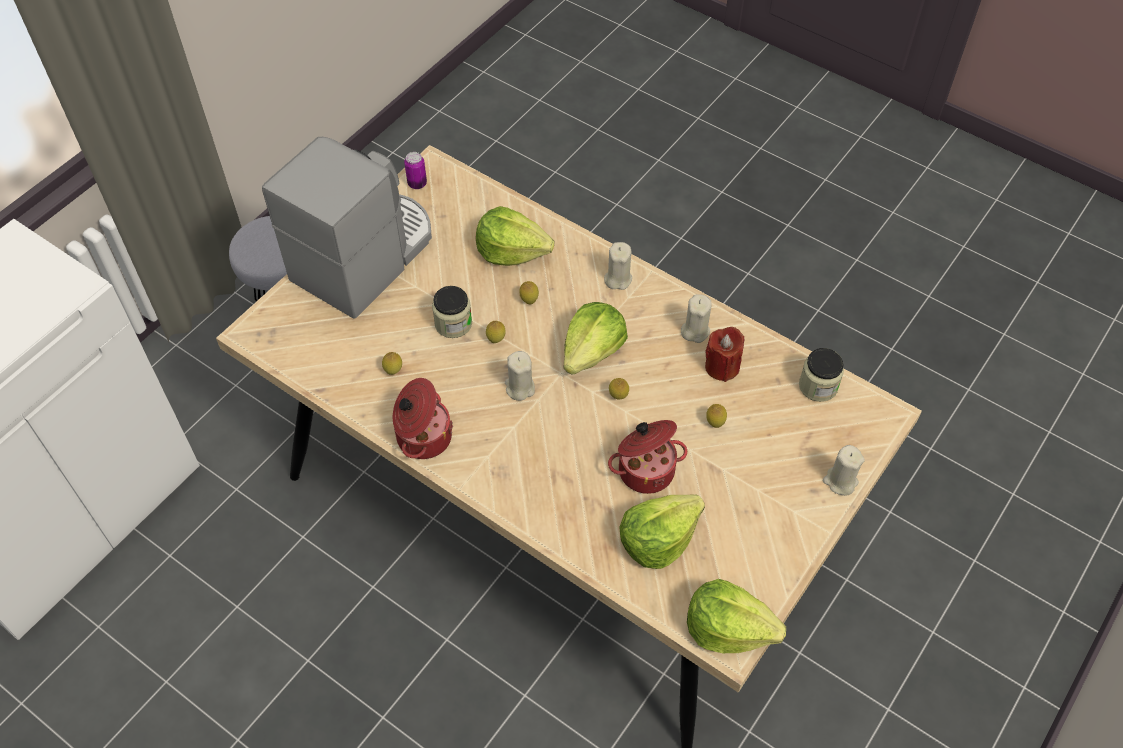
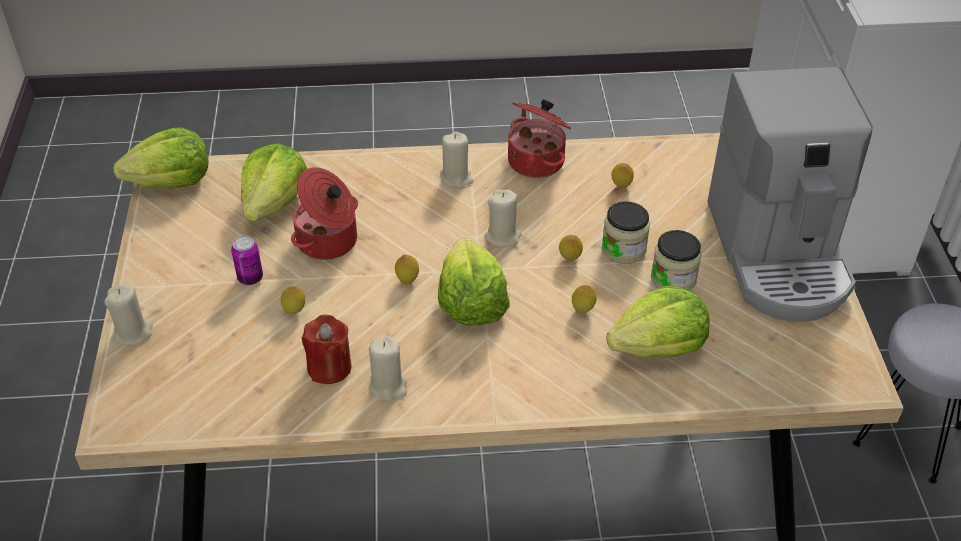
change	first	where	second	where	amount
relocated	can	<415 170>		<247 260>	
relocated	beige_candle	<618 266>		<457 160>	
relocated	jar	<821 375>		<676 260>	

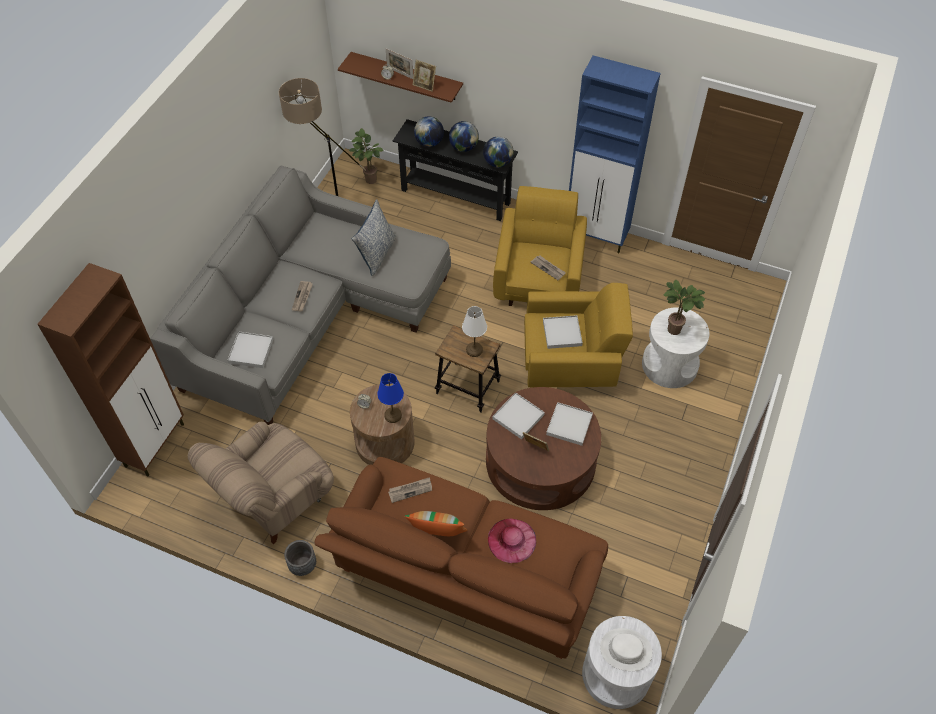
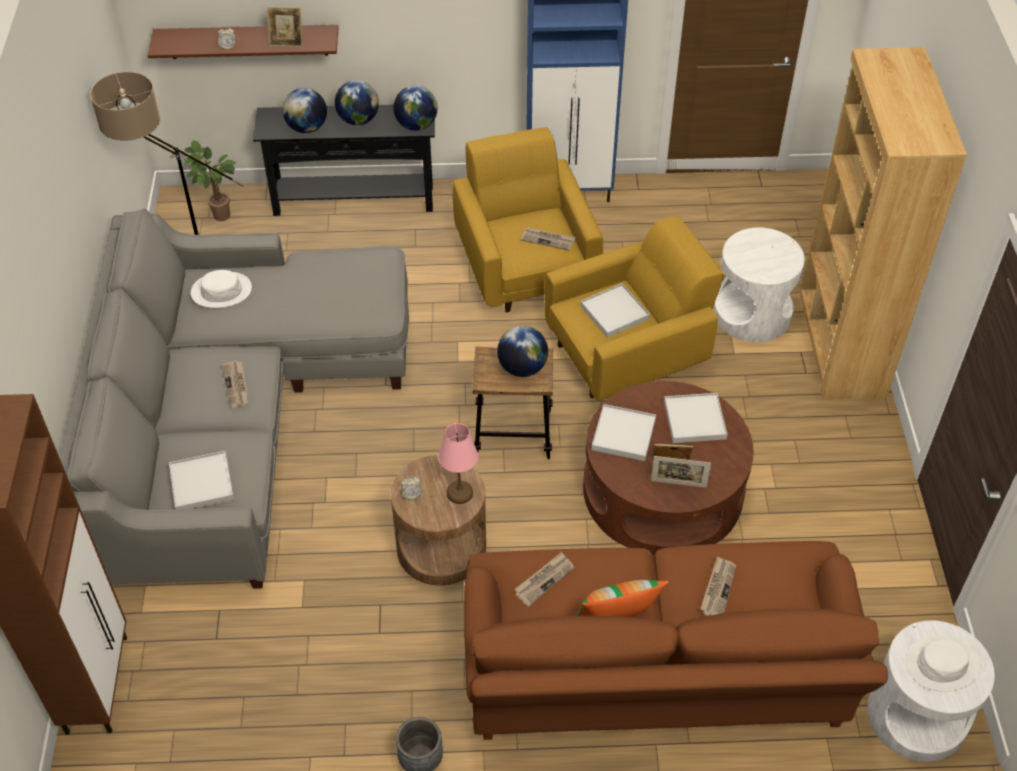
change	first	where	second	where	amount
relocated	picture_frame	<400 63>		<681 472>	
missing	pillow	<374 237>			
missing	potted_plant	<684 307>			
exchanged	white_table_lamp	<474 331>	globe	<522 351>	
colour	blue_table_lamp	<390 398>	pink_table_lamp	<458 463>	
missing	beige_armchair	<261 483>			
exchanged	pink_hat	<512 541>	newspaper	<718 586>	
appeared			brown_bookcase	<883 223>	
appeared			white_hat	<221 289>	

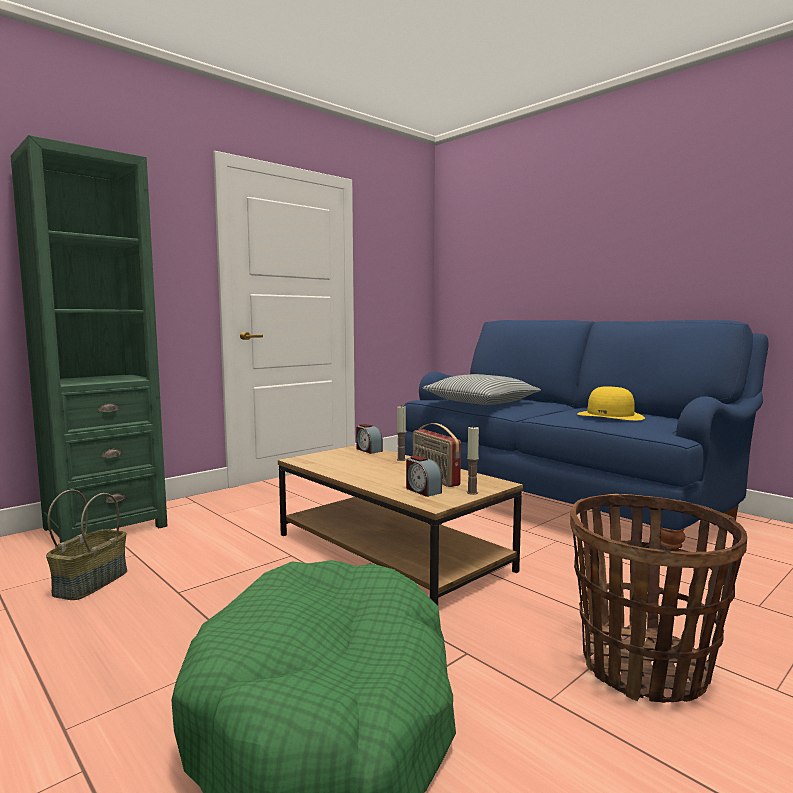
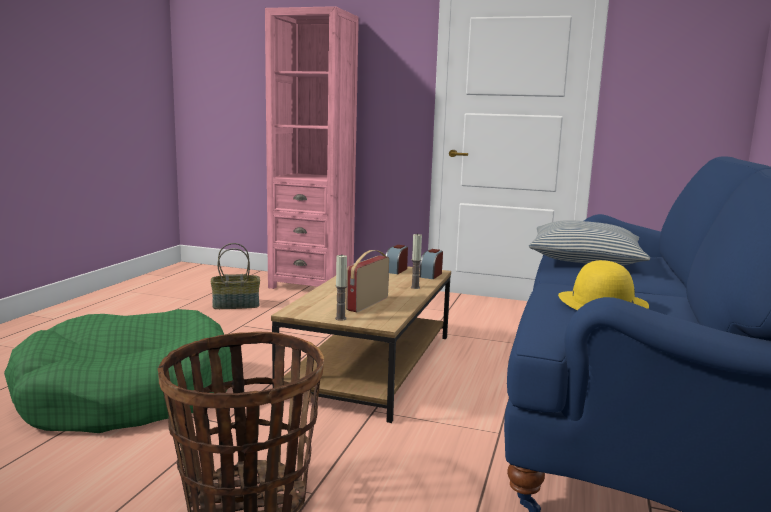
change	first	where	second	where	amount
colour	green_bookcase	<89 339>	pink_bookcase	<312 147>	
relocated	alarm_clock	<424 476>		<397 259>	

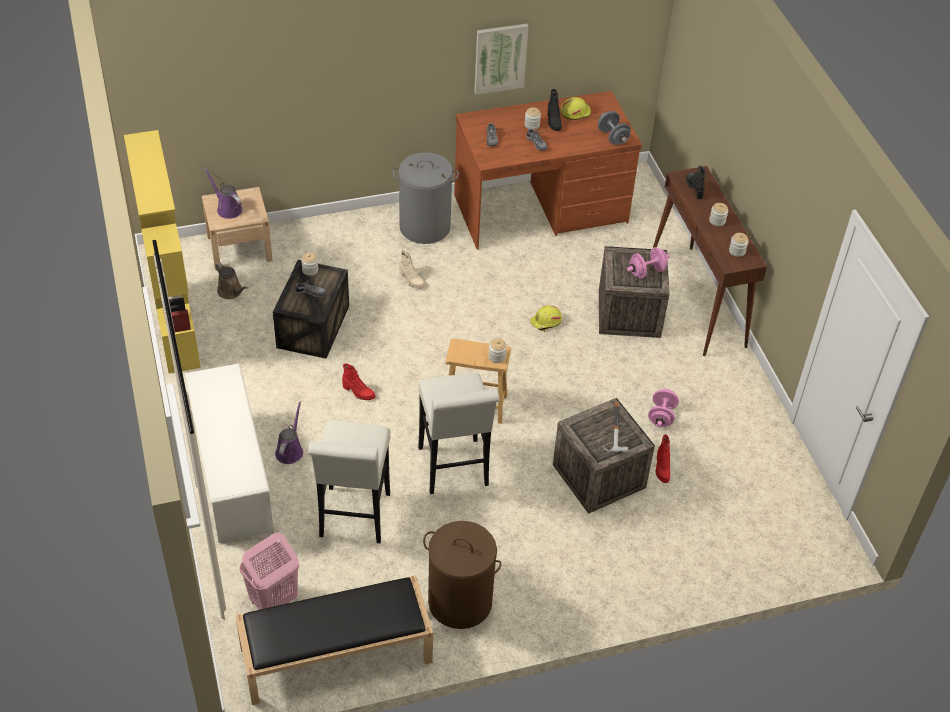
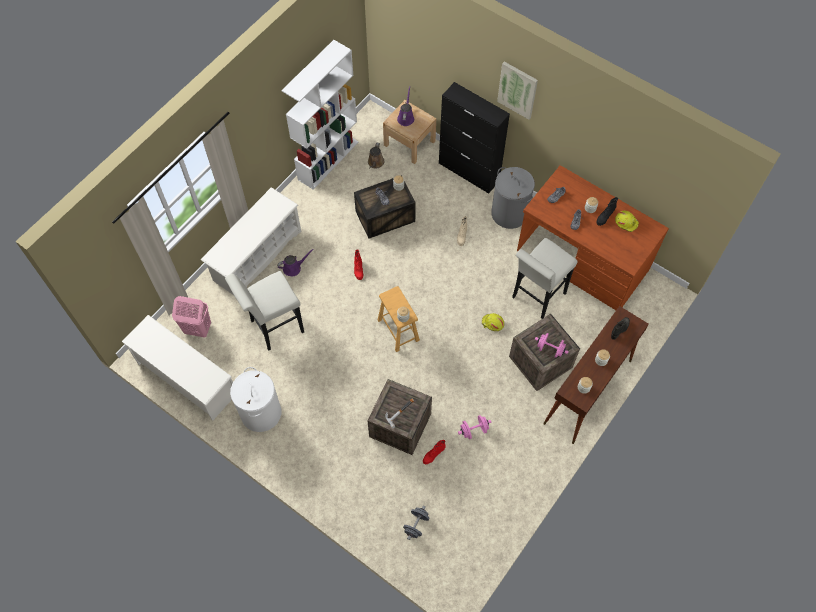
change	first	where	second	where	amount
relocated	picture	<501 59>		<517 91>	
relocated	grey_dumbbell	<614 128>		<416 523>	
colour	yellow_bookcase	<162 252>	white_bookcase	<320 115>	
relocated	white_stool	<459 433>		<545 278>	
colour	brown_laundry_basket	<462 575>	white_laundry_basket	<255 399>	
exchanged	black_bench	<334 640>	white_shoe_rack	<177 368>	
appeared			black_cabinet	<474 137>	

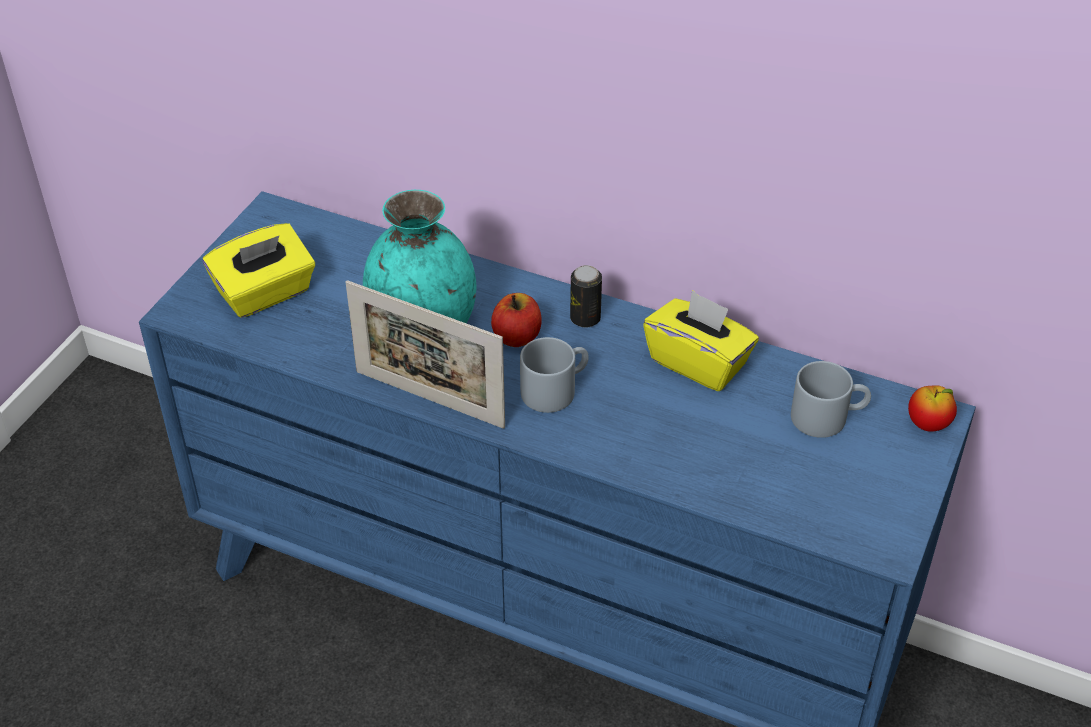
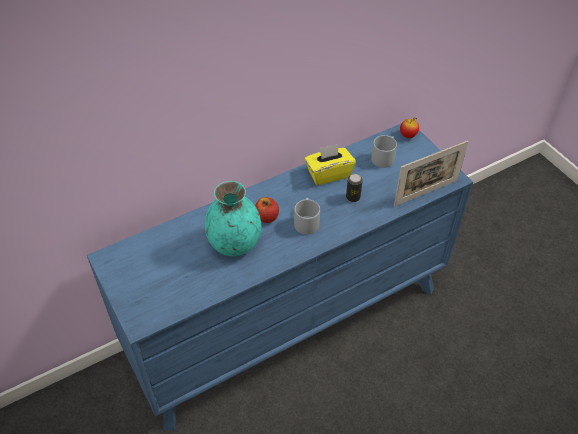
change	first	where	second	where	amount
missing	yellow_tissue_box	<259 270>			
relocated	can	<586 296>		<354 188>	
relocated	picture_frame	<425 354>		<431 173>	

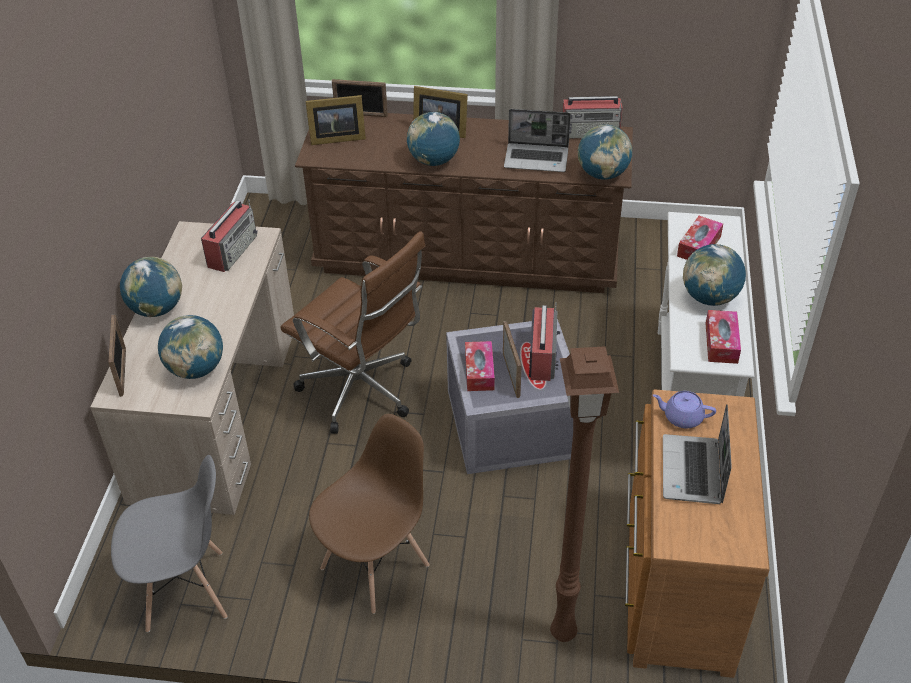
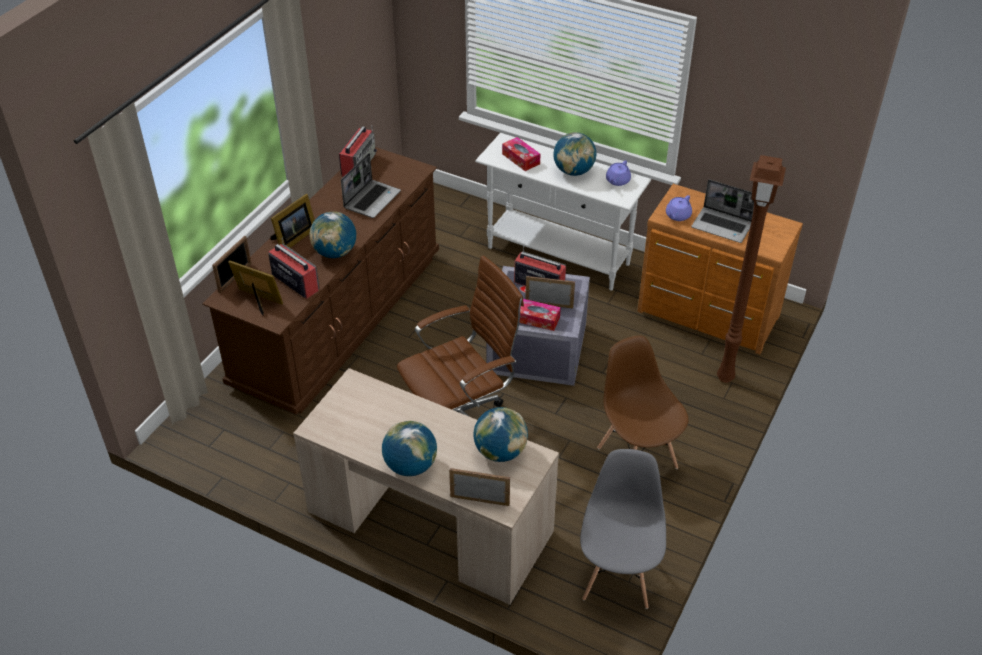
change	first	where	second	where	amount
spun	picture_frame	<335 120>		<255 288>	75 degrees counterclockwise
missing	globe	<605 152>			
relocated	radio	<229 235>		<294 268>	
exchanged	tissue_box	<723 337>	purple_teapot	<618 173>	

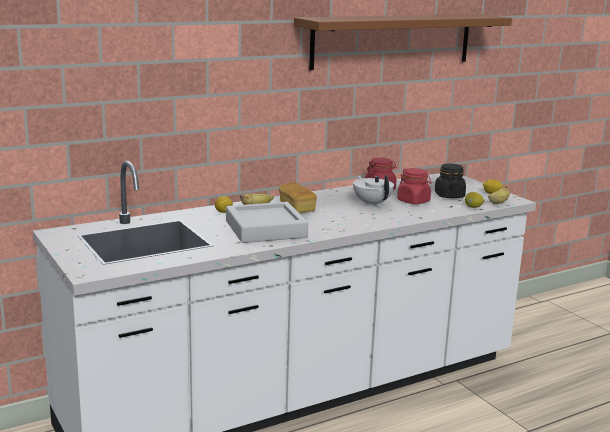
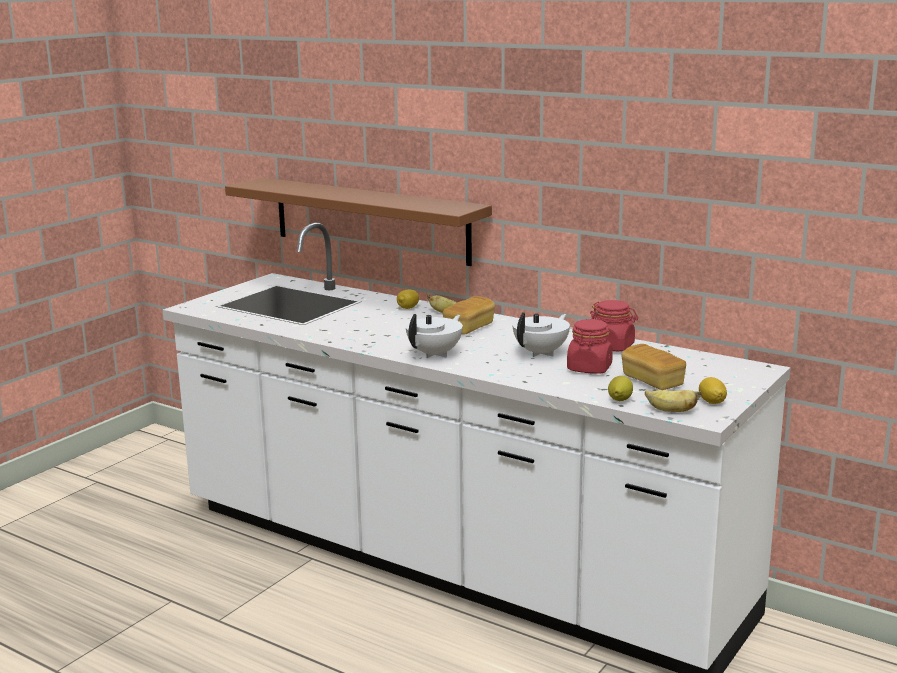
change	first	where	second	where	amount
relocated	brown_shelf	<403 42>		<358 222>	
exchanged	black_jar	<450 180>	bread	<653 367>	
missing	grey_tray	<267 222>			
appeared			white_teapot	<434 336>	

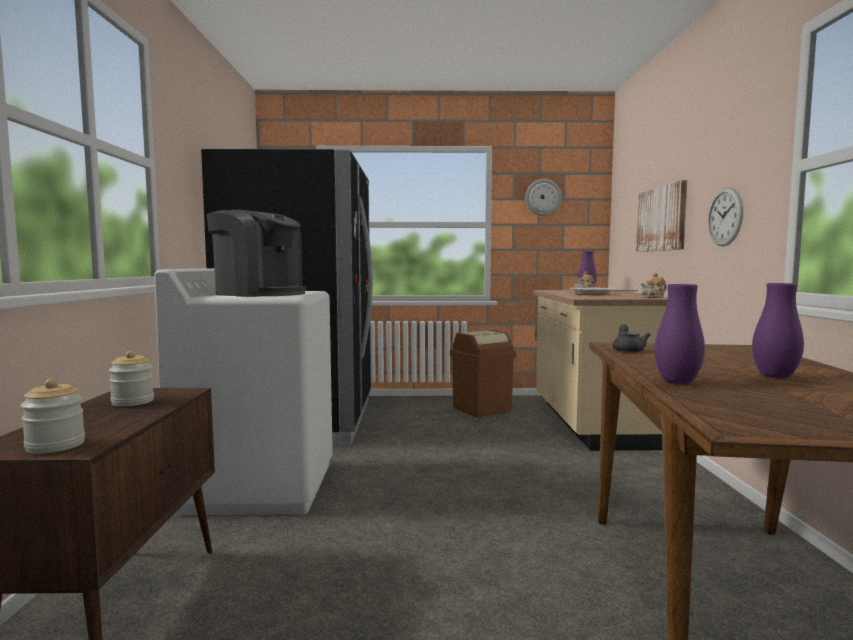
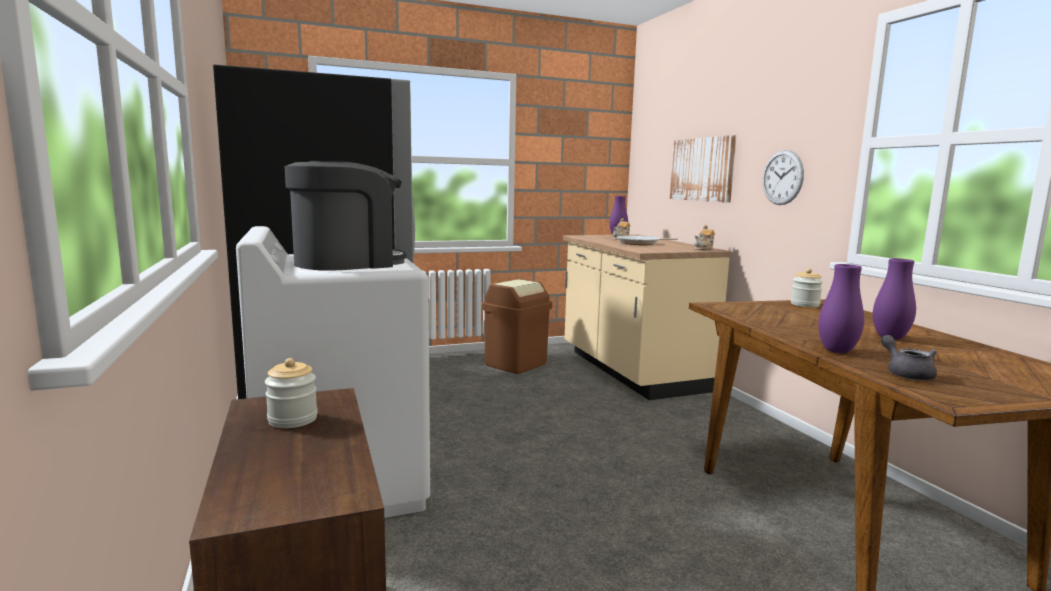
change	first	where	second	where	amount
missing	wall_clock	<543 197>			
spun	coffee_machine	<256 253>		<346 216>	45 degrees counterclockwise
relocated	grey_teapot	<631 338>		<909 357>	
relocated	jar	<52 416>		<807 287>	

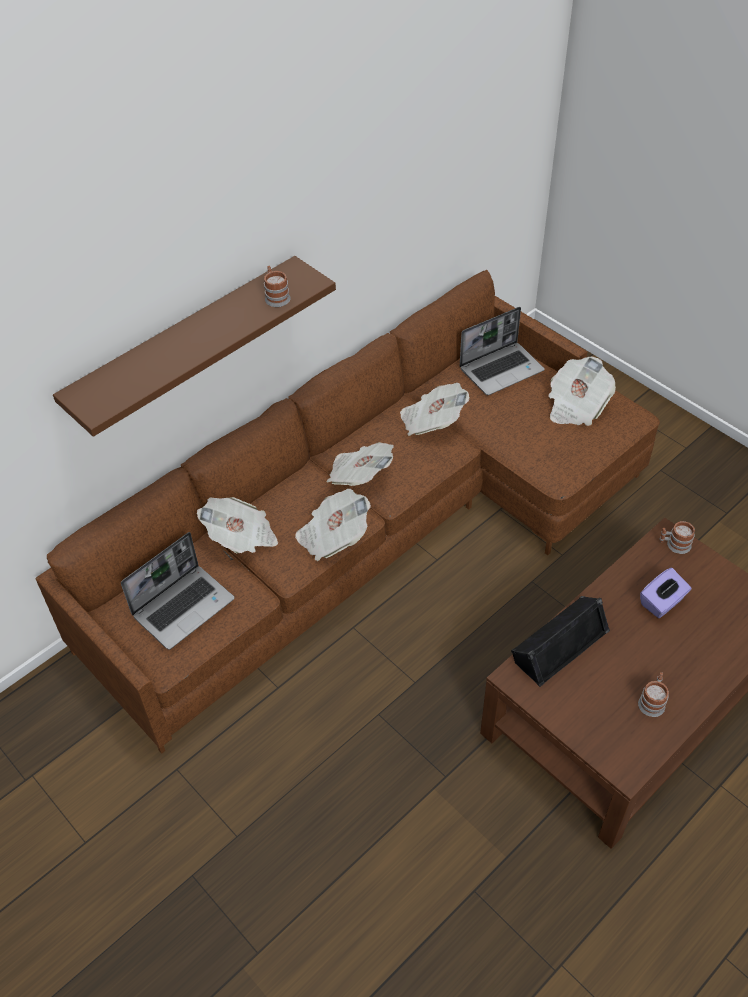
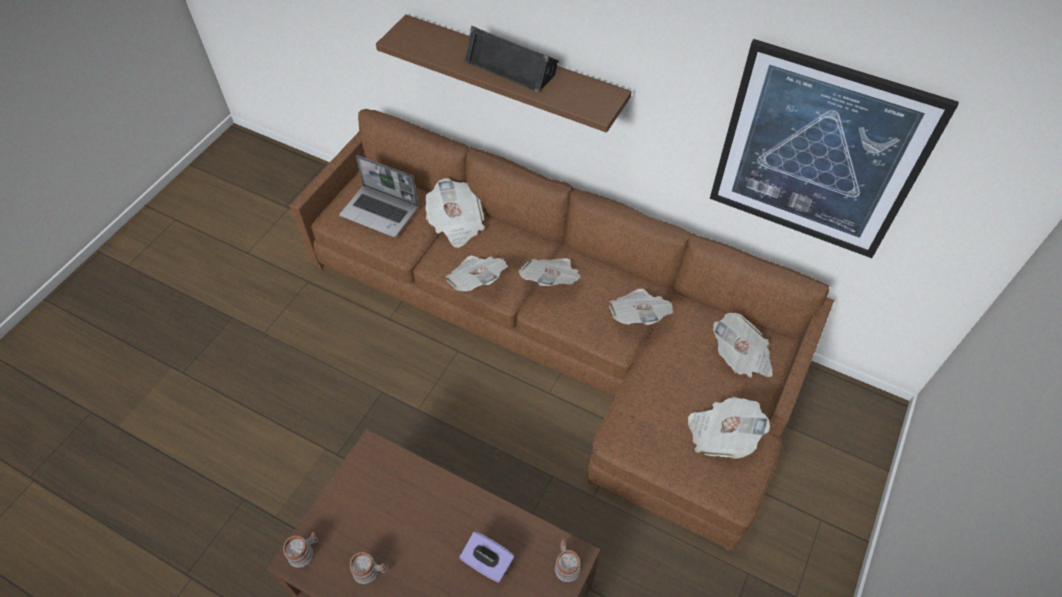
change	first	where	second	where	amount
relocated	mug	<277 286>		<300 550>	
exchanged	laptop	<502 351>	newspaper	<743 345>	
relocated	black_speaker	<560 641>		<511 59>	
appeared			picture	<834 148>	

